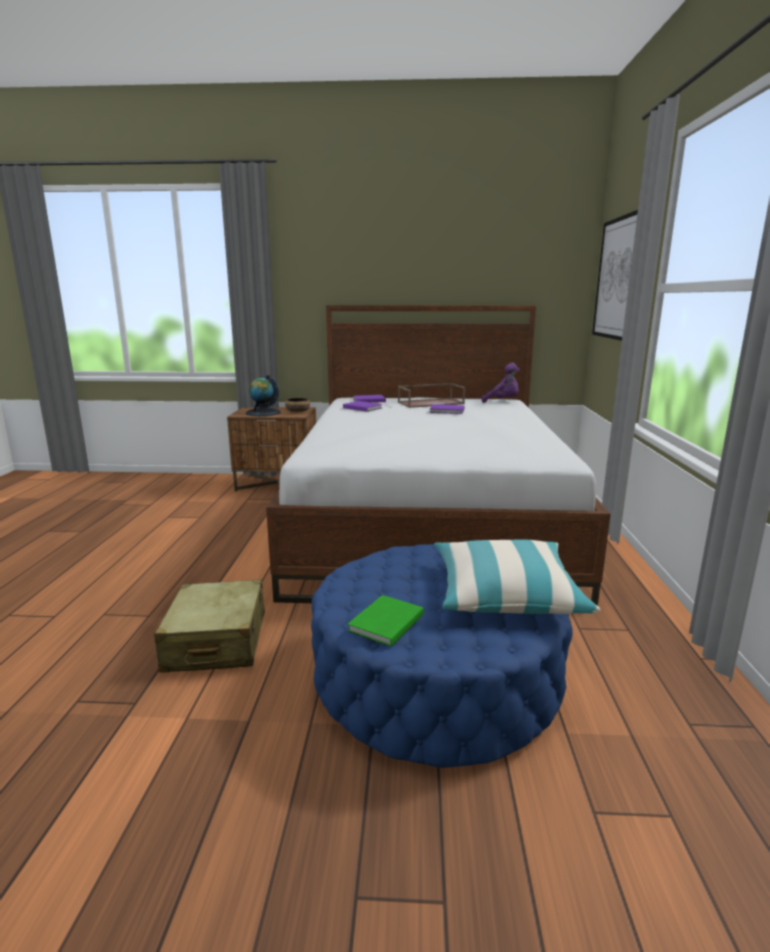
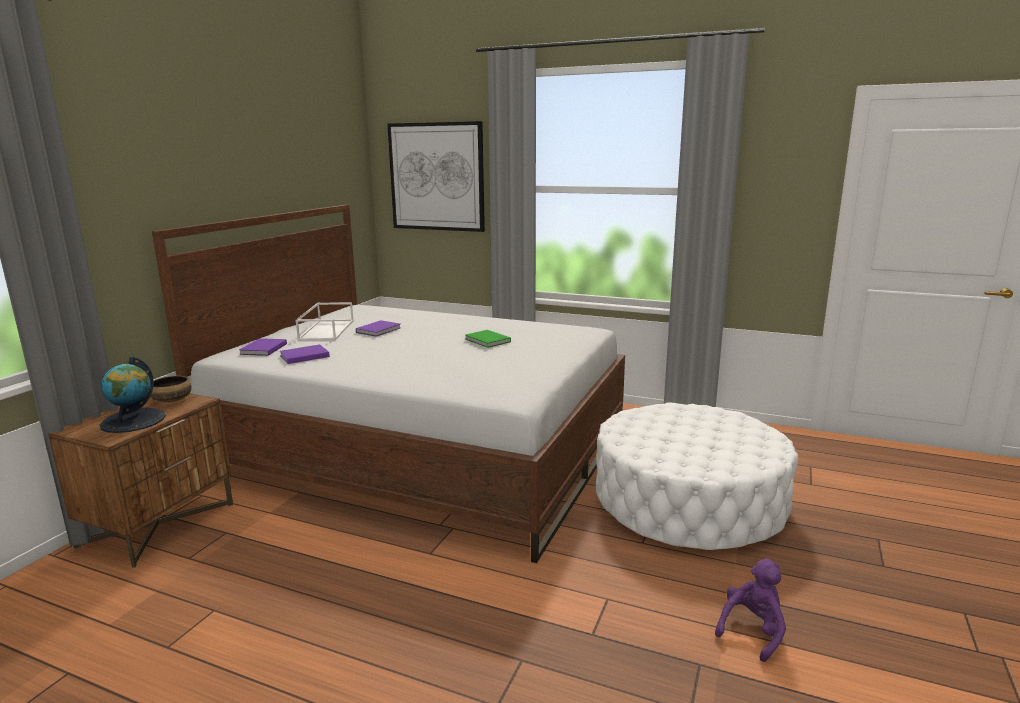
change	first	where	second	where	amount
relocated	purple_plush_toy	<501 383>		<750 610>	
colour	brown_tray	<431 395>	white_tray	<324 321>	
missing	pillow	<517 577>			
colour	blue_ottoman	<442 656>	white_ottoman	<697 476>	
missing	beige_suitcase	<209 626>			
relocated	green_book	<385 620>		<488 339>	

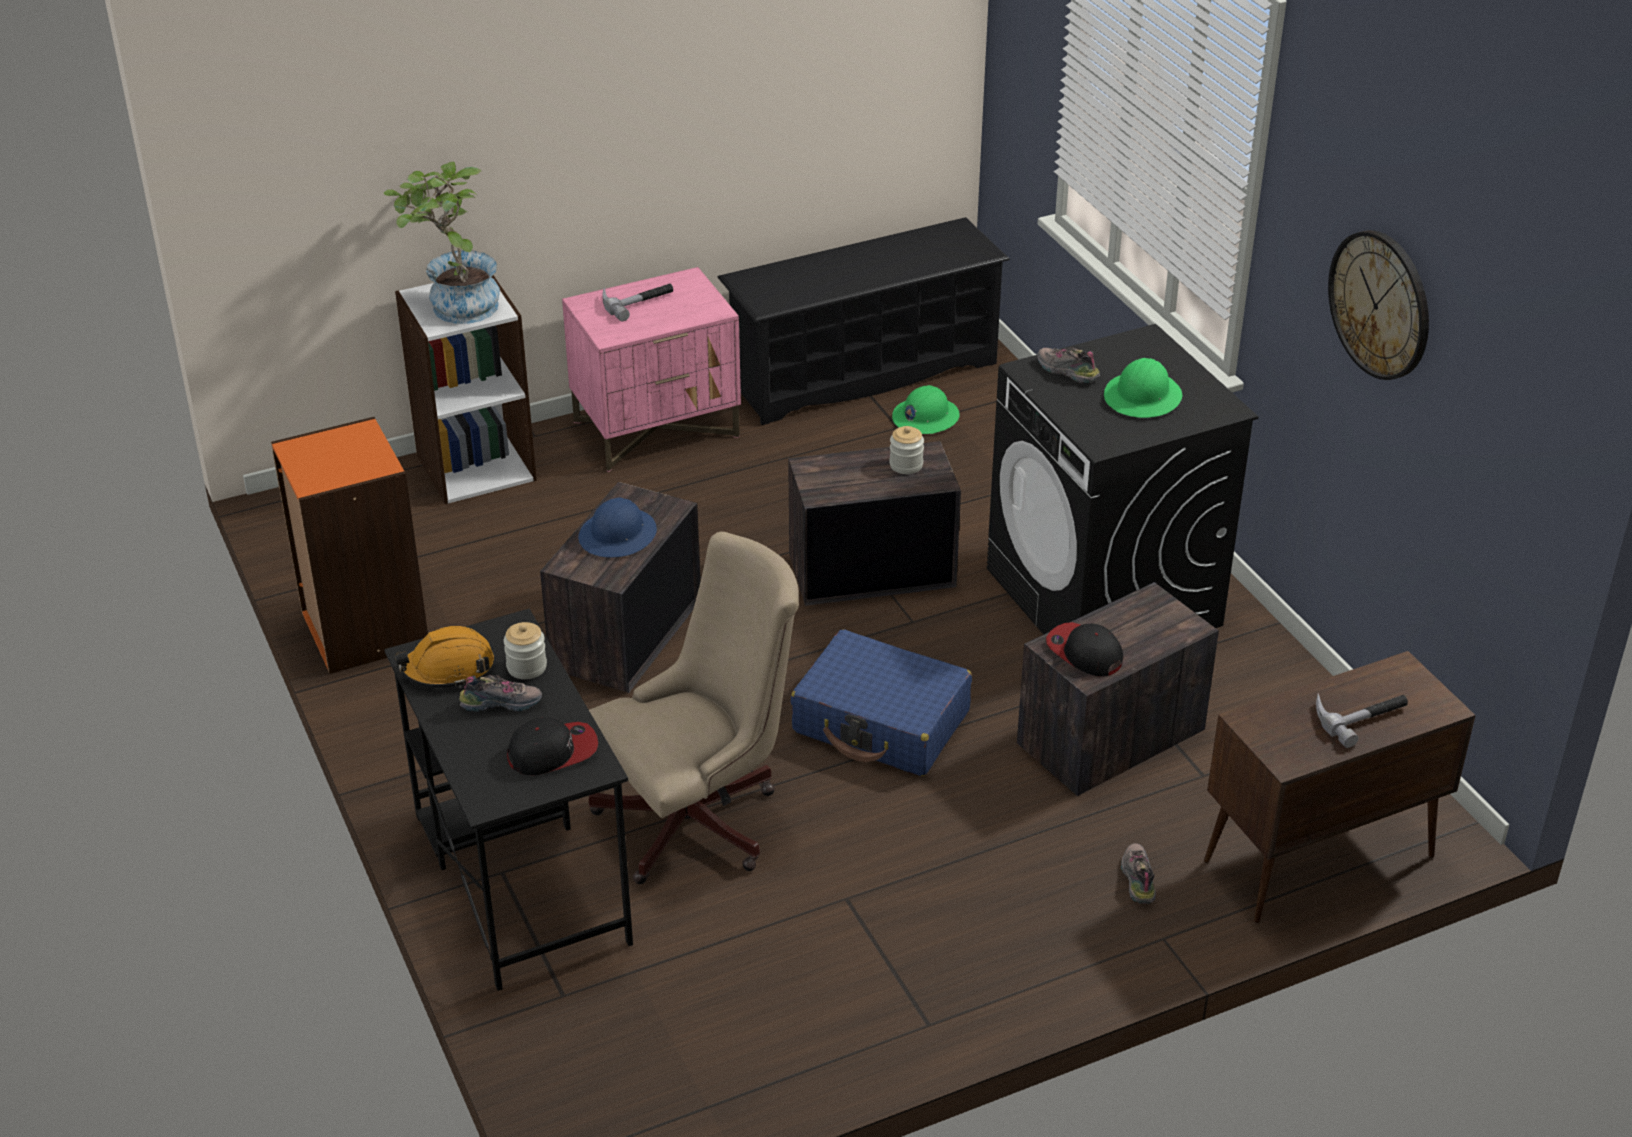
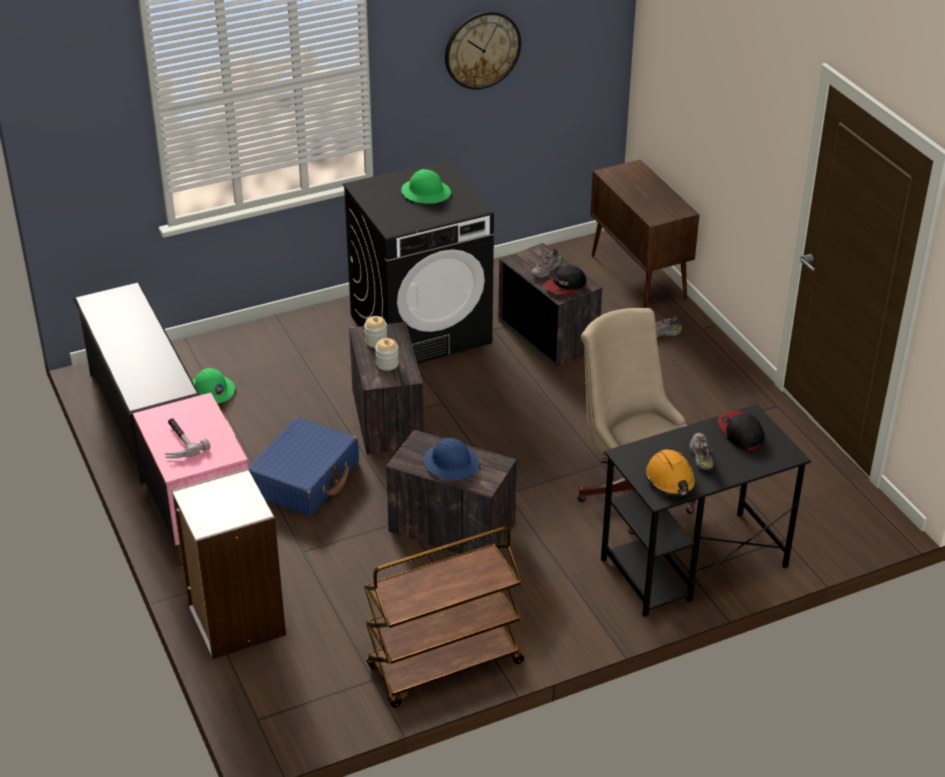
change	first	where	second	where	amount
missing	potted_plant	<442 243>			
relocated	shoe	<1068 365>		<546 263>	
exchanged	orange_bookcase	<349 545>	brown_cart	<444 617>	
relocated	jar	<525 650>		<387 354>	
relocated	blue_suitcase	<881 702>		<304 466>	
missing	hammer	<1362 720>			

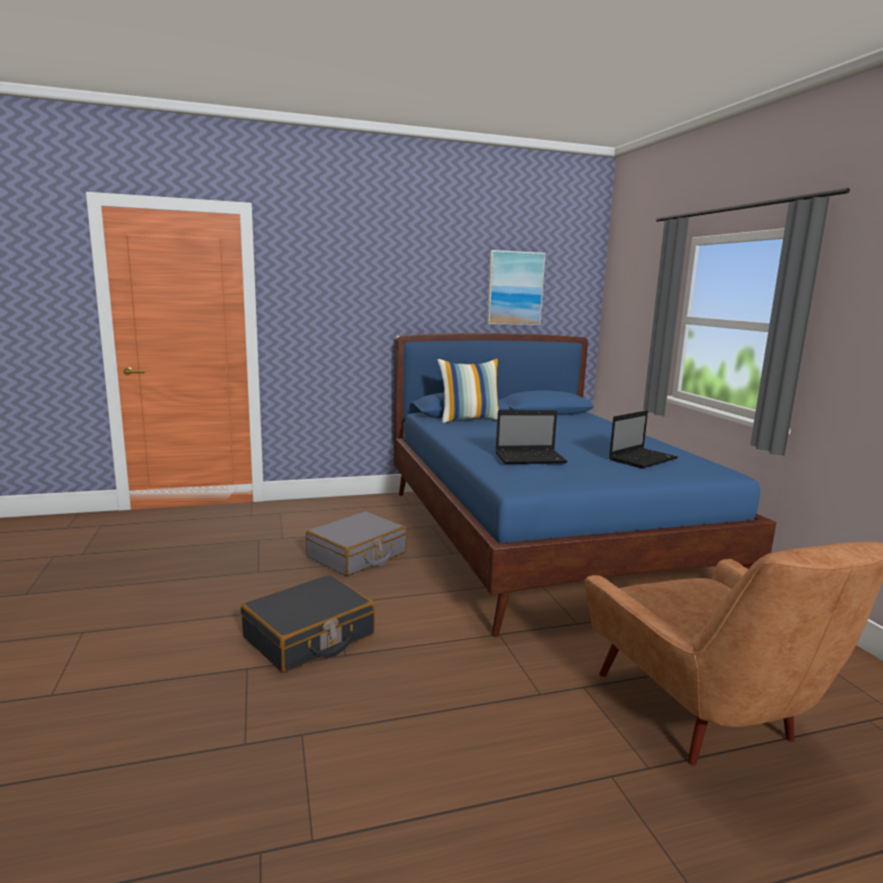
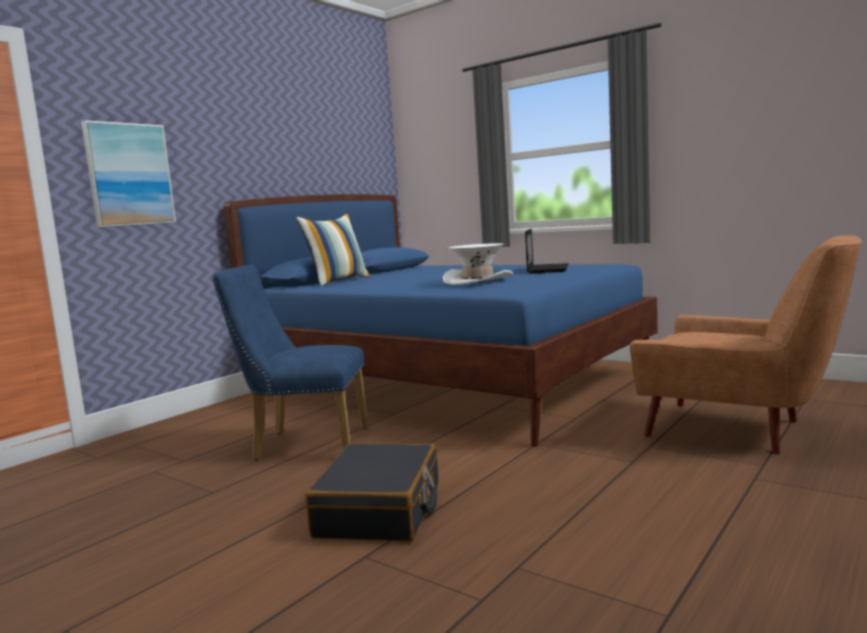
change	first	where	second	where	amount
relocated	picture	<516 287>		<128 173>	
exchanged	laptop	<531 437>	white_hat	<478 264>	
exchanged	grey_suitcase	<356 543>	blue_chair	<290 363>	

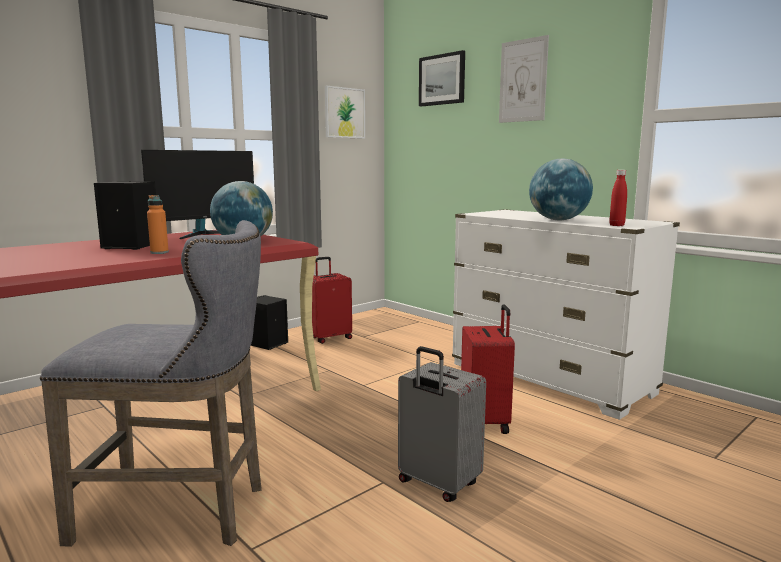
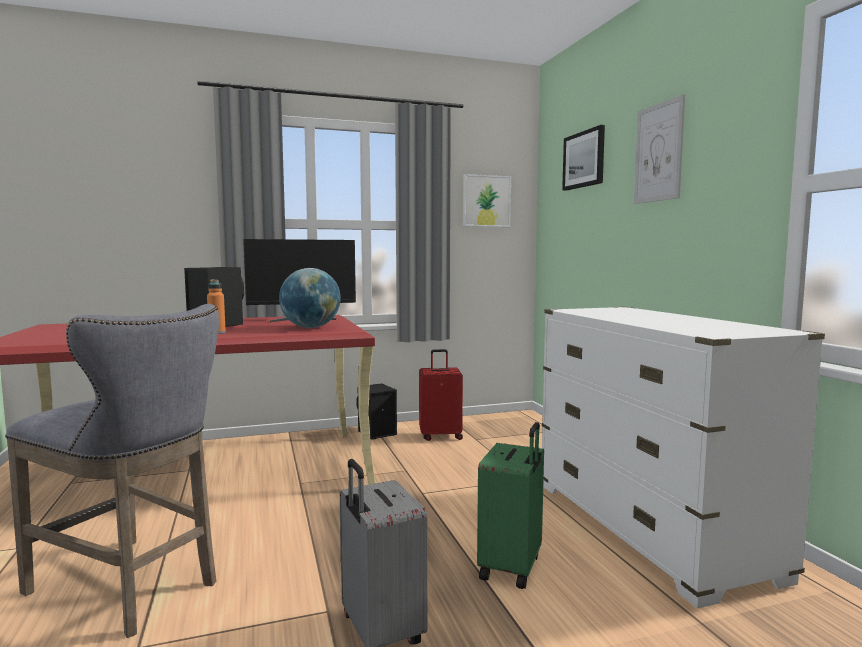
change	first	where	second	where	amount
missing	globe	<561 189>			
missing	red_bottle	<618 198>			
colour	red_suitcase	<488 369>	green_suitcase	<510 505>	

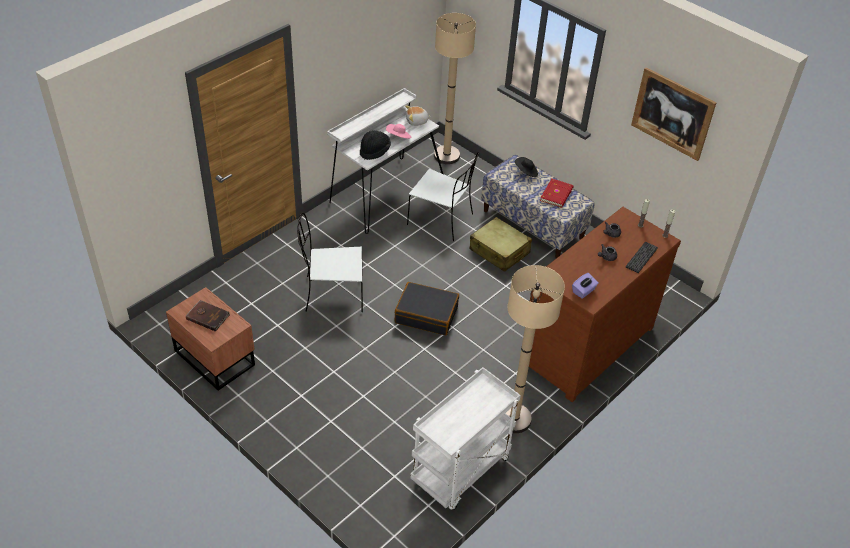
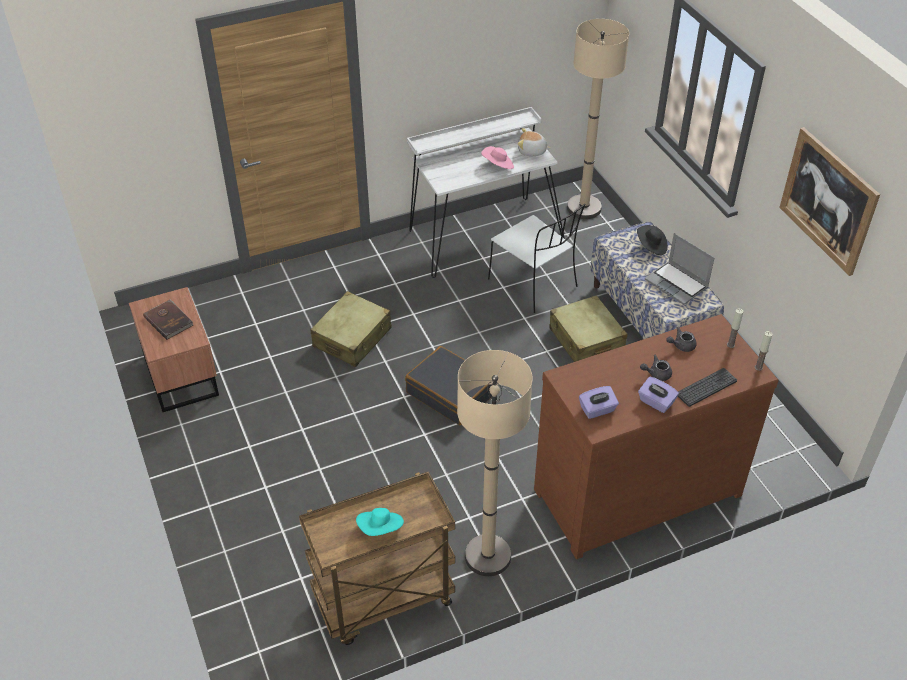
change	first	where	second	where	amount
missing	black_hat	<375 145>			
exchanged	red_book	<557 193>	laptop	<680 269>	
exchanged	white_chair	<330 262>	beige_suitcase	<350 329>	
colour	white_cart	<465 438>	brown_cart	<377 558>	
appeared			purple_tissue_box	<658 395>	
appeared			turquoise_hat	<380 522>	

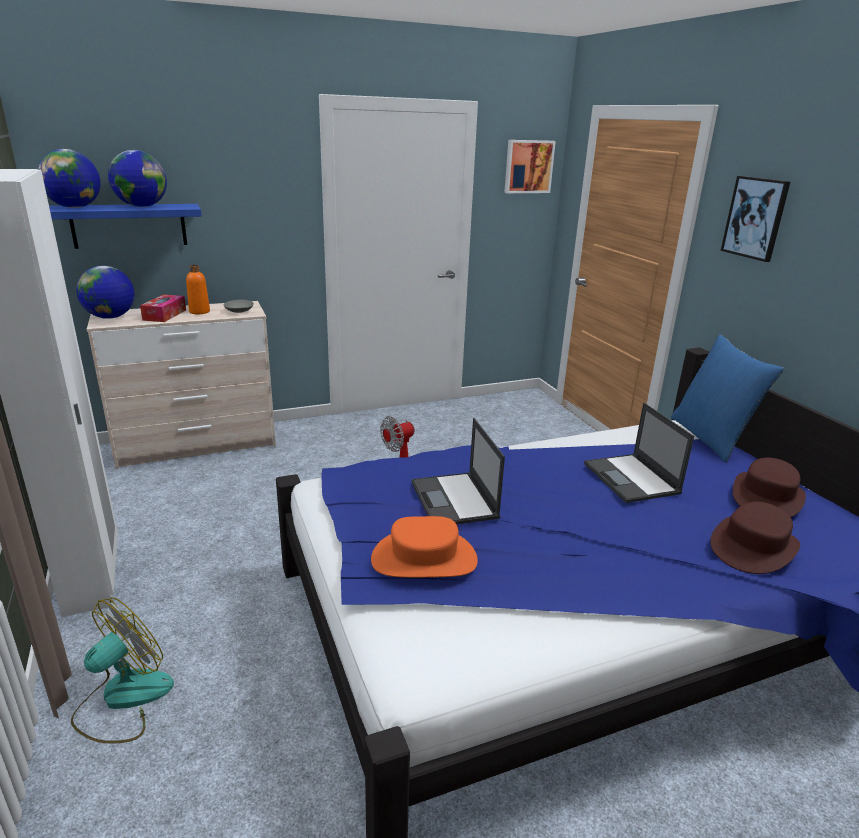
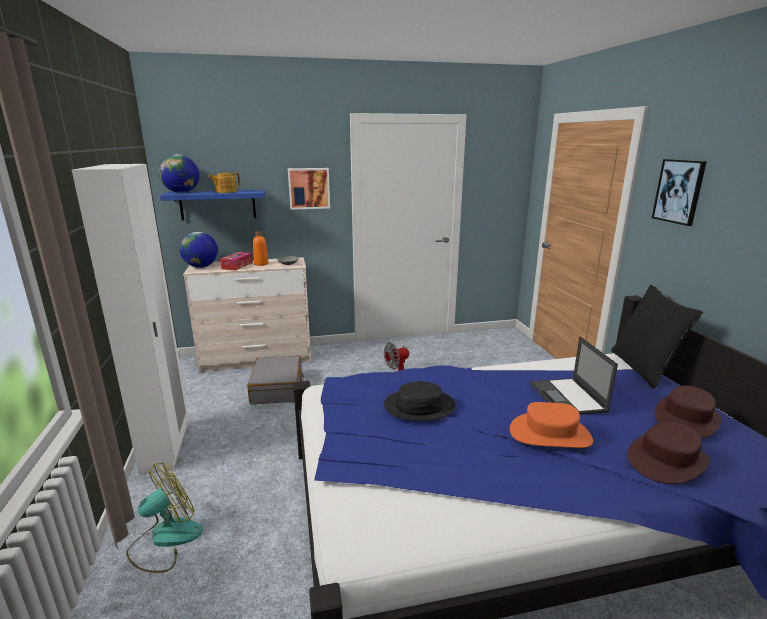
change	first	where	second	where	amount
relocated	picture	<530 166>		<309 189>	
exchanged	globe	<137 178>	teapot	<224 183>	
colour	blue_pillow	<727 398>	black_pillow	<657 336>	
exchanged	laptop	<458 471>	black_hat	<420 401>	
relocated	orange_hat	<424 547>		<551 425>	
appeared			grey_suitcase	<275 379>	

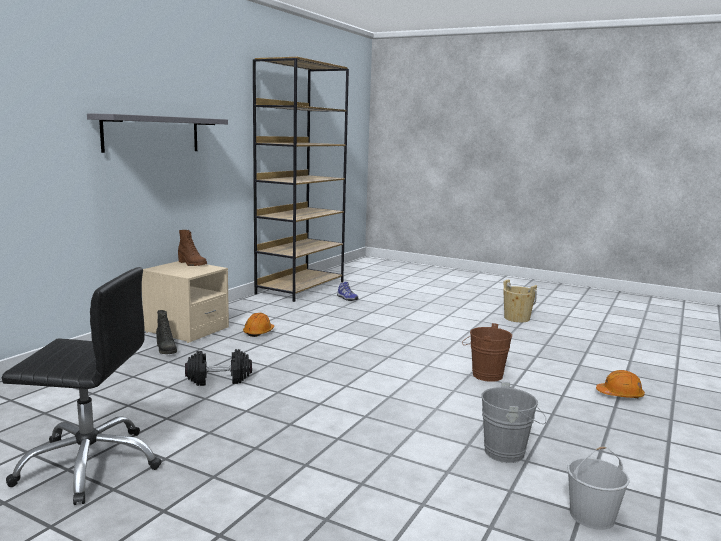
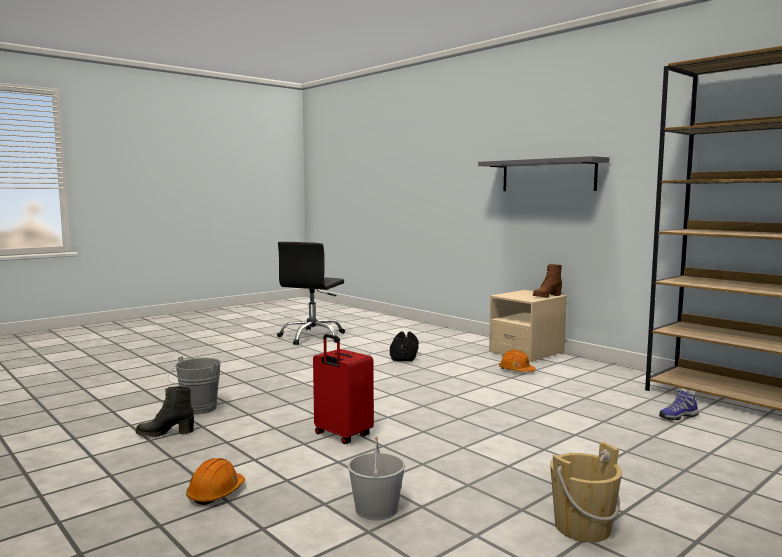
change	first	where	second	where	amount
relocated	black_boot	<166 332>		<165 411>	
exchanged	brown_bucket	<487 352>	red_suitcase	<343 389>	
relocated	white_bucket	<598 488>		<376 479>	

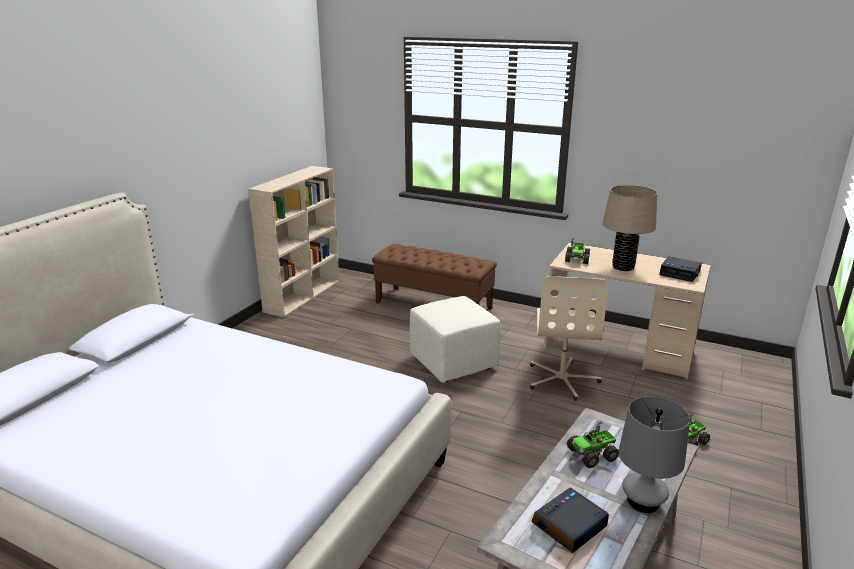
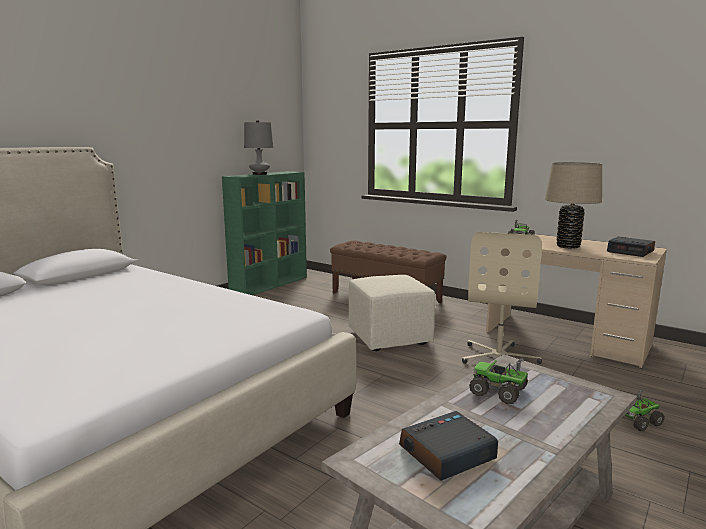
change	first	where	second	where	amount
colour	beige_bookcase	<294 242>	green_bookcase	<264 233>	
relocated	grey_table_lamp	<654 454>		<258 147>	
spun	toy_truck	<593 444>		<498 381>	45 degrees clockwise

